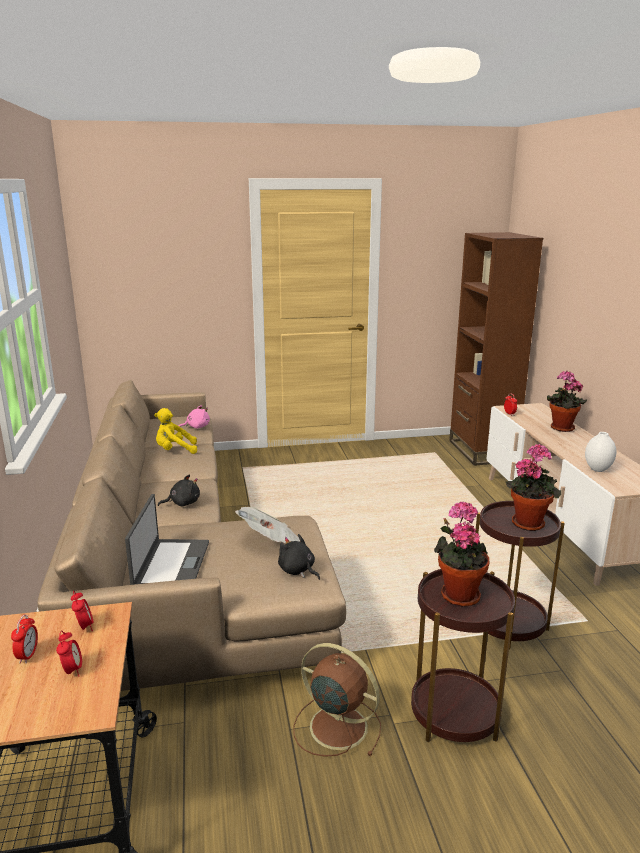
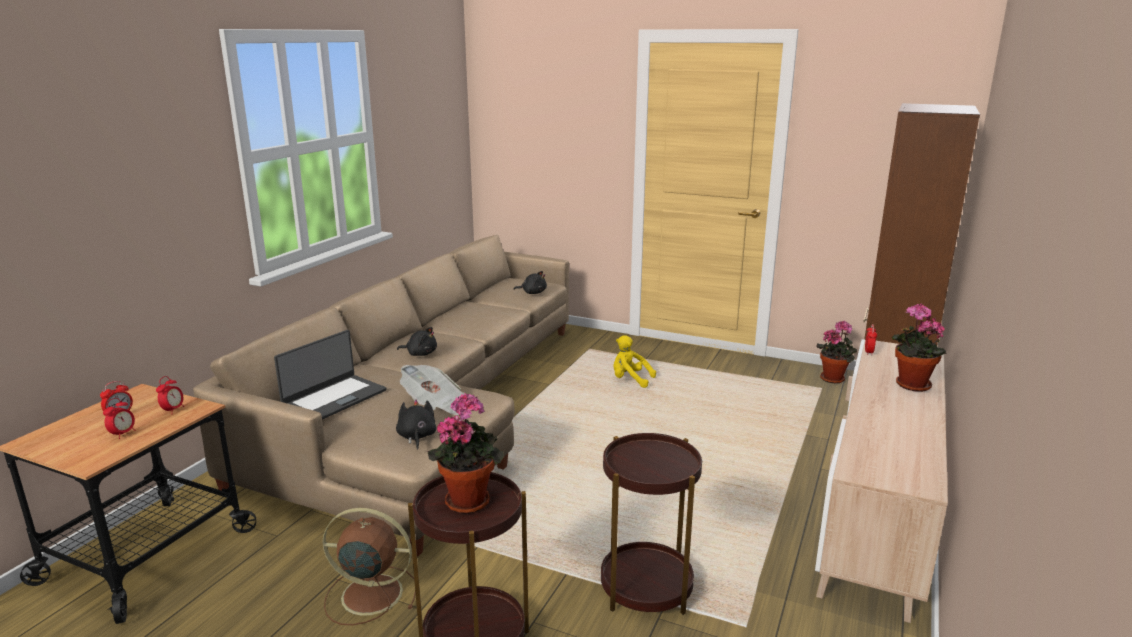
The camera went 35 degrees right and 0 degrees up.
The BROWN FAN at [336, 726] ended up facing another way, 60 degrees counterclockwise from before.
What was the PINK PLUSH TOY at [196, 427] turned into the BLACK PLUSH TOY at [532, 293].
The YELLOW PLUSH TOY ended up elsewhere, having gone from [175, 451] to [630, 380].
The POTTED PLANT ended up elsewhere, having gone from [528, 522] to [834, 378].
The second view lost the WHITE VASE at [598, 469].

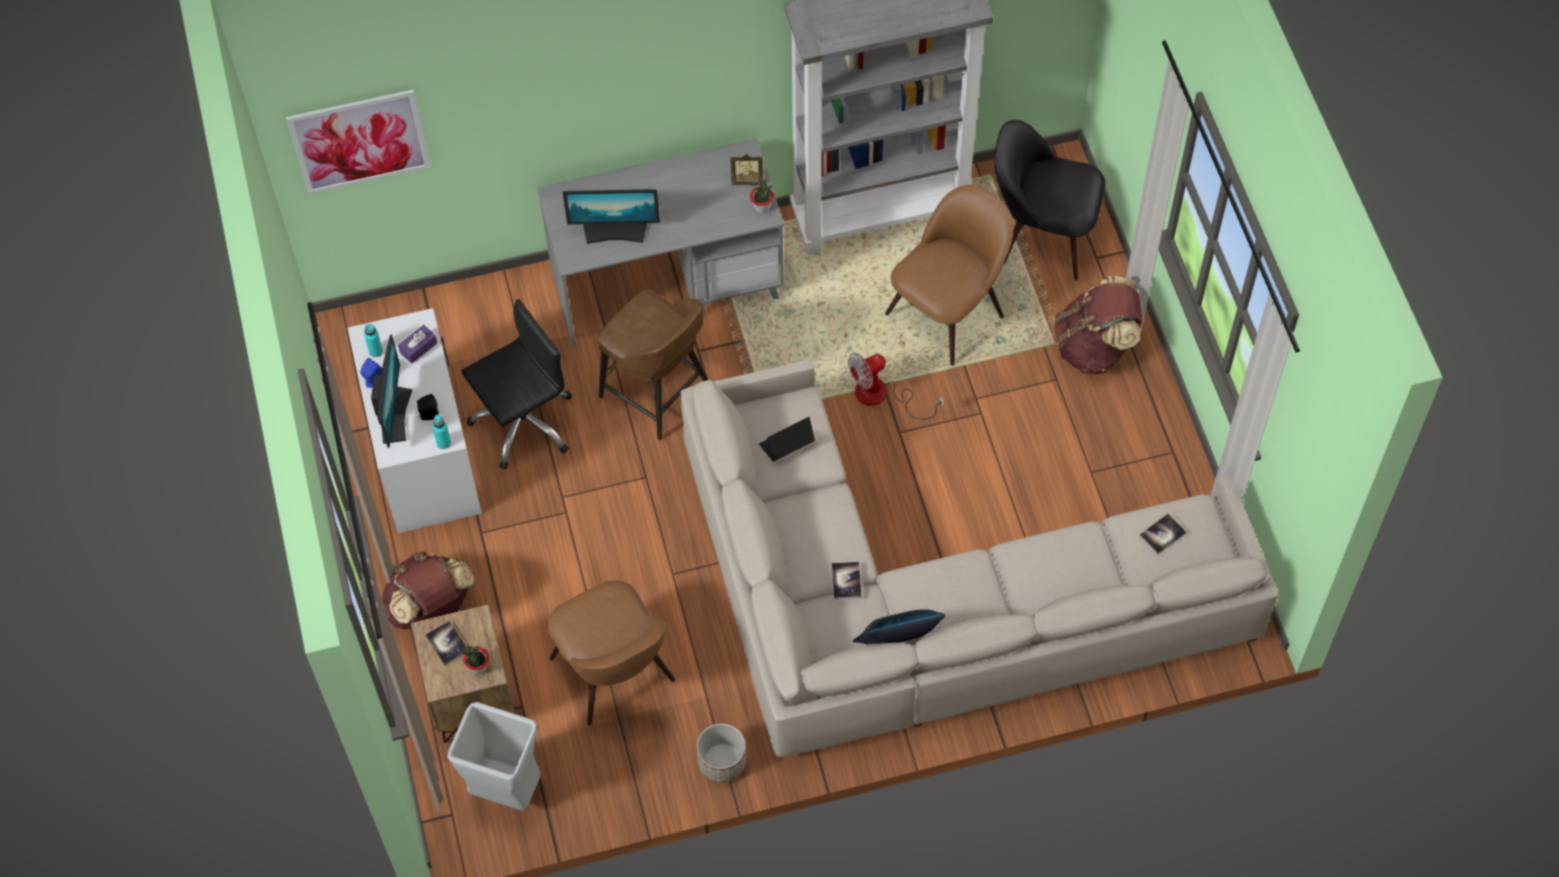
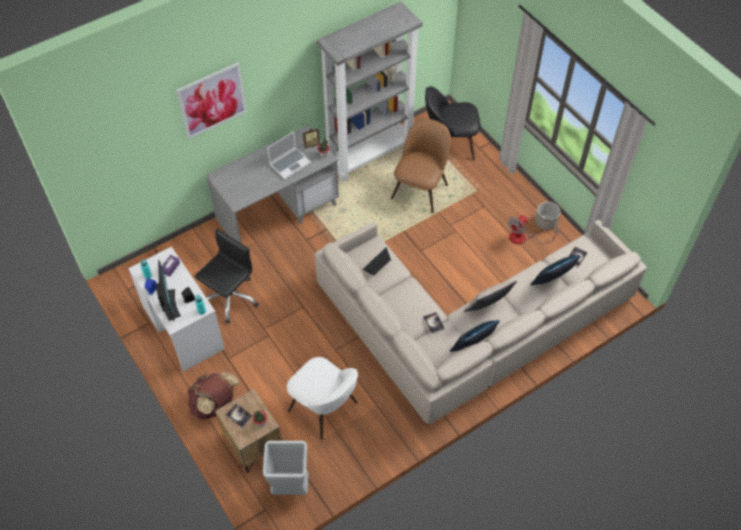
The camera went 20 degrees left and 5 degrees down.
The PICTURE ended up elsewhere, having gone from [359, 141] to [212, 100].
The second view gained the LAPTOP at [290, 163].
What was the BROWN CHAIR at [614, 674] turned into the WHITE CHAIR at [325, 409].
The second view gained the BEIGE PILLOW at [487, 307].
The FAN ended up elsewhere, having gone from [882, 396] to [523, 238].
The second view gained the BLUE PILLOW at [552, 281].
The PLANTER ended up elsewhere, having gone from [722, 762] to [545, 222].
The second view lost the MONITOR at [615, 231].
The second view lost the BROWN STOOL at [657, 394].
The second view lost the BROWN BACKPACK at [1094, 347].

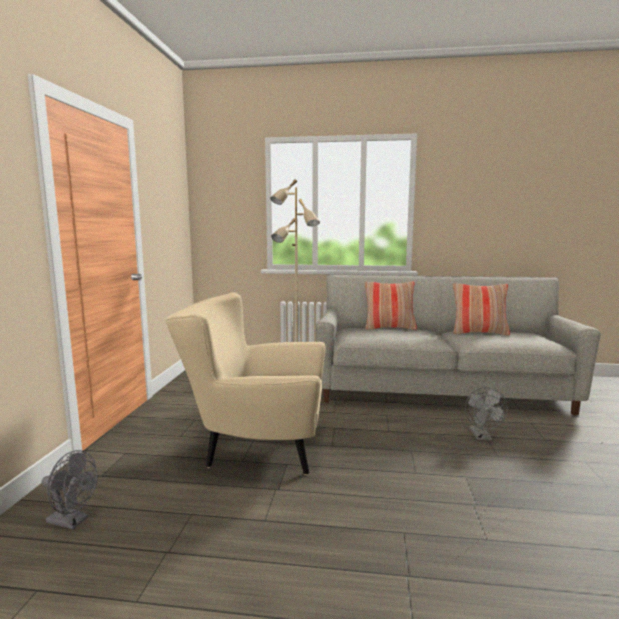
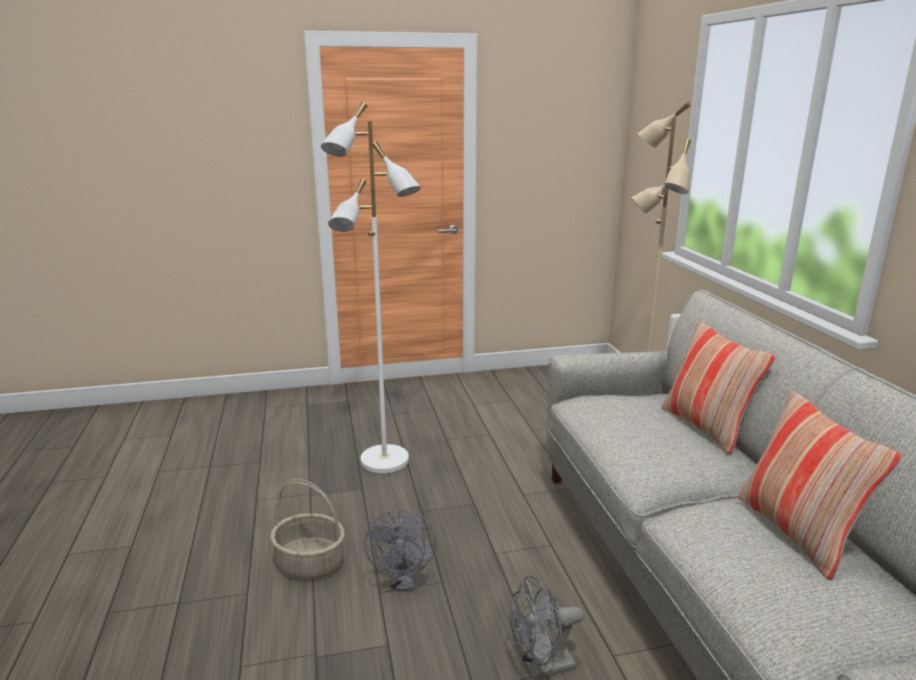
The camera went 70 degrees right and 10 degrees up.
The second view gained the BASKET at [311, 563].
Where the BEIGE ARMCHAIR stood at [254, 449], the WHITE FLOOR LAMP came to stand at [384, 461].
The GREY FAN ended up elsewhere, having gone from [73, 521] to [403, 582].

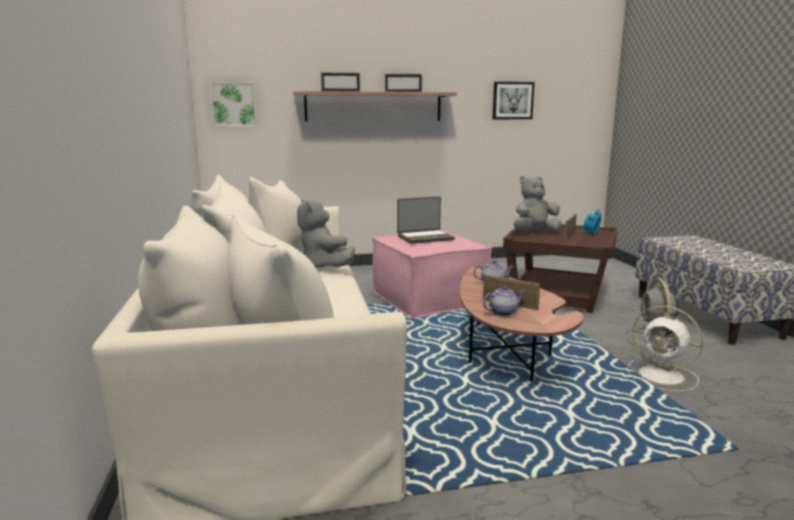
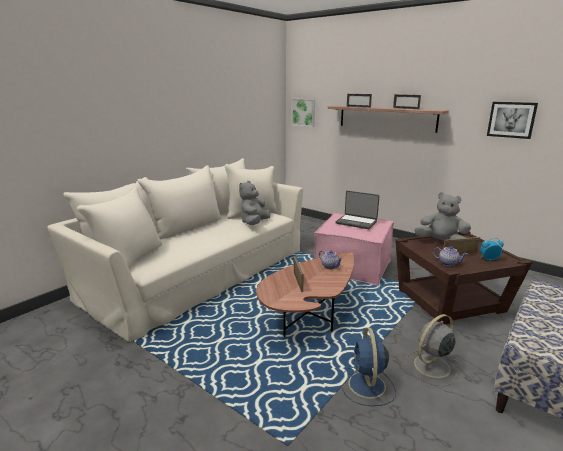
The camera went 50 degrees right and 5 degrees up.
What was the WHITE FAN at [663, 376] turned into the BLUE FAN at [367, 386].
The TEAPOT ended up elsewhere, having gone from [502, 312] to [448, 263].

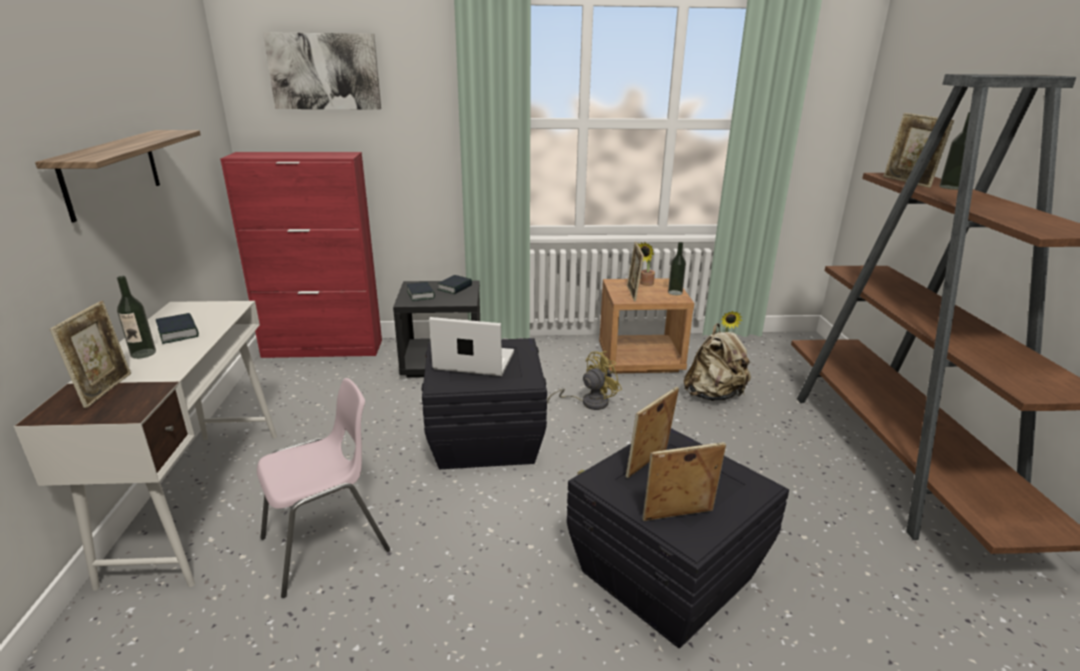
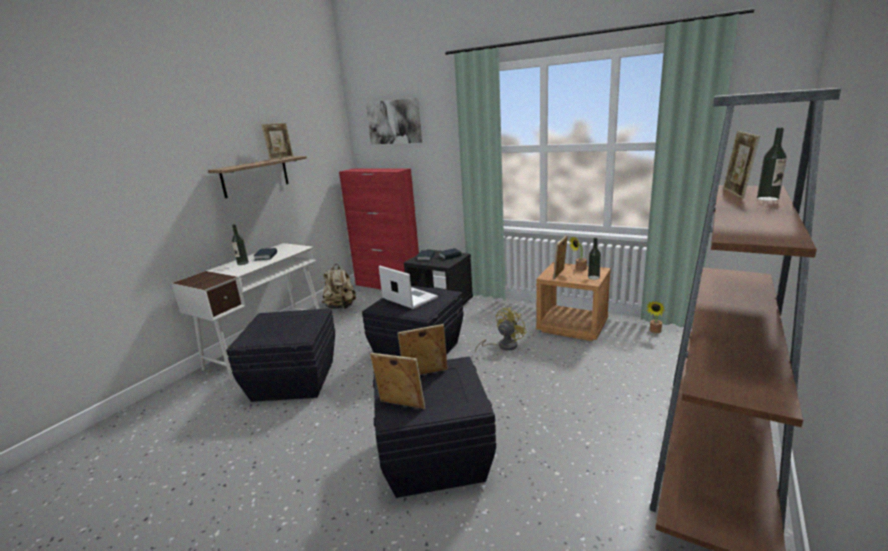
The camera went 35 degrees right and 5 degrees down.
Where the PINK CHAIR stood at [327, 545], the BLACK STORAGE BOX came to stand at [293, 381].
The PICTURE FRAME ended up elsewhere, having gone from [106, 390] to [281, 158].
The BEIGE BACKPACK ended up elsewhere, having gone from [714, 395] to [341, 307].
The YELLOW FAN at [589, 402] ended up facing another way, 45 degrees counterclockwise from before.

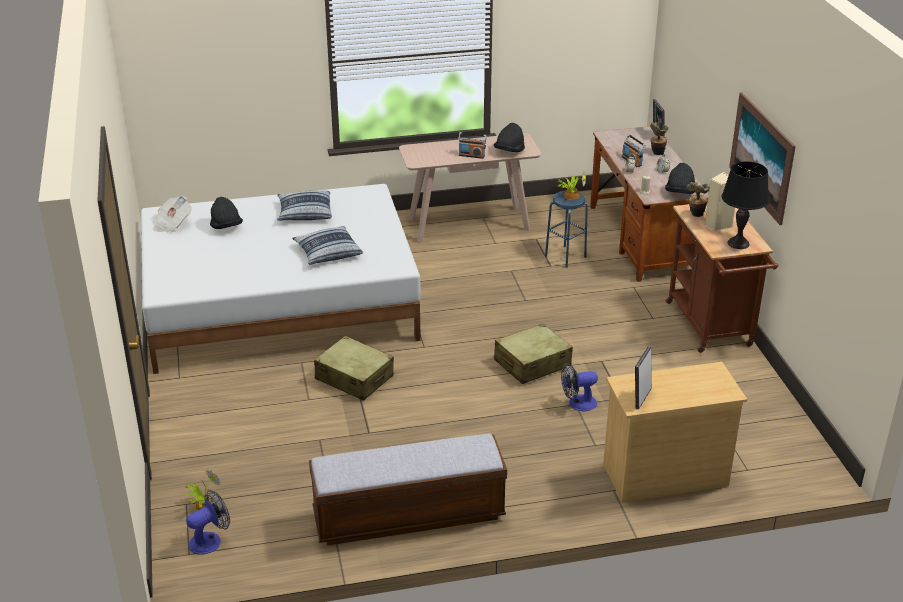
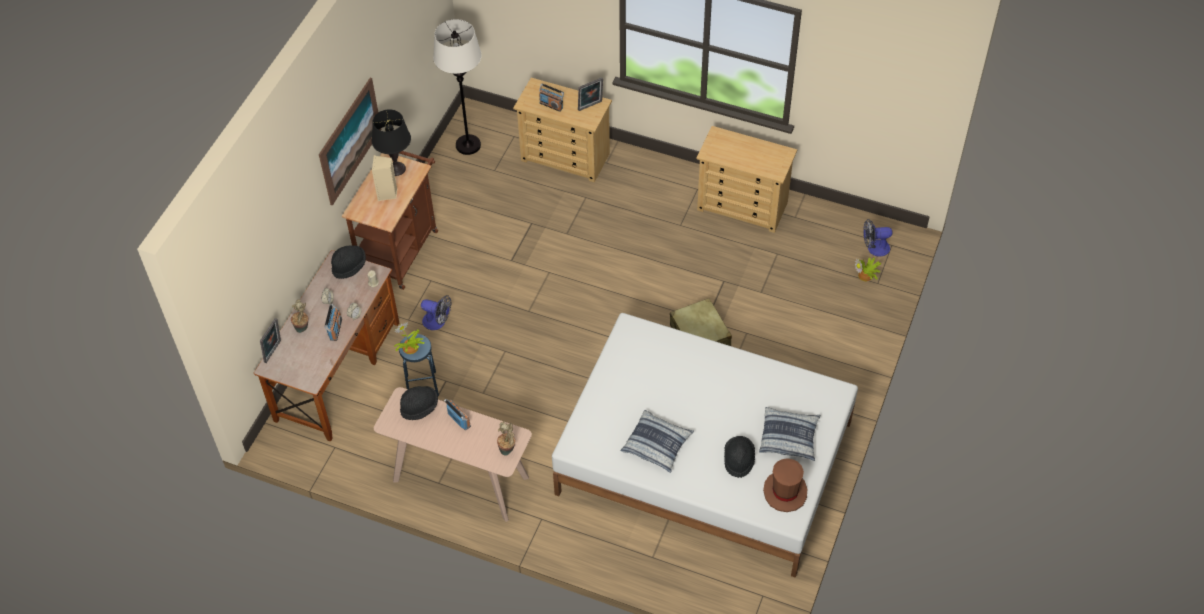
The camera went 145 degrees left and 20 degrees up.
The FAN ended up elsewhere, having gone from [577, 404] to [438, 322].
The second view gained the WHITE FLOOR LAMP at [468, 145].
The POTTED PLANT ended up elsewhere, having gone from [695, 215] to [508, 450].
The second view gained the RADIO at [551, 105].
Where the BENCH stood at [408, 515], the BEIGE DRESSER came to stand at [742, 206].
The PILLOW ended up elsewhere, having gone from [327, 252] to [789, 438].
Where the NEWSPAPER stood at [172, 224], the BROWN HAT came to stand at [785, 492].
The second view lost the BEIGE SUITCASE at [532, 364].

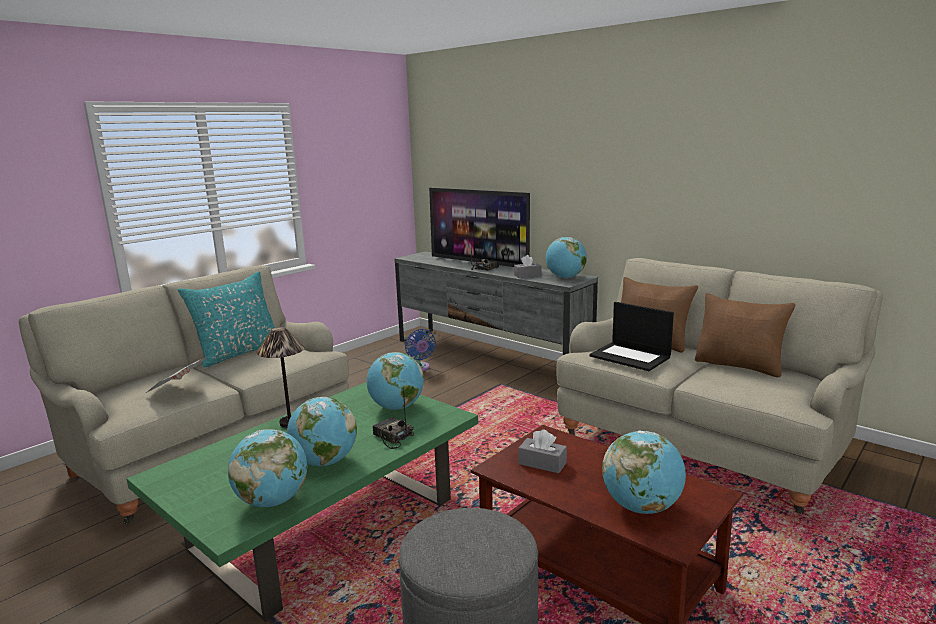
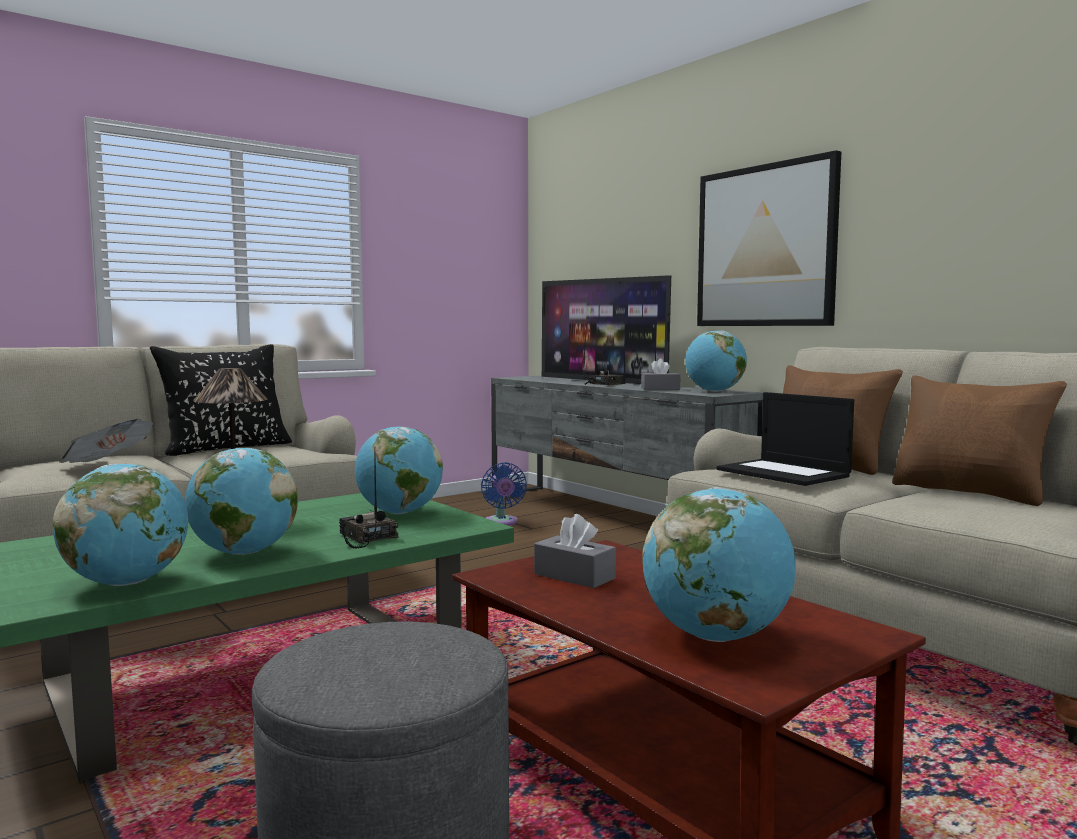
The camera went 10 degrees right and 10 degrees down.
What was the TURQUOISE PILLOW at [238, 352] turned into the BLACK PILLOW at [226, 448].
The second view gained the PICTURE at [765, 246].

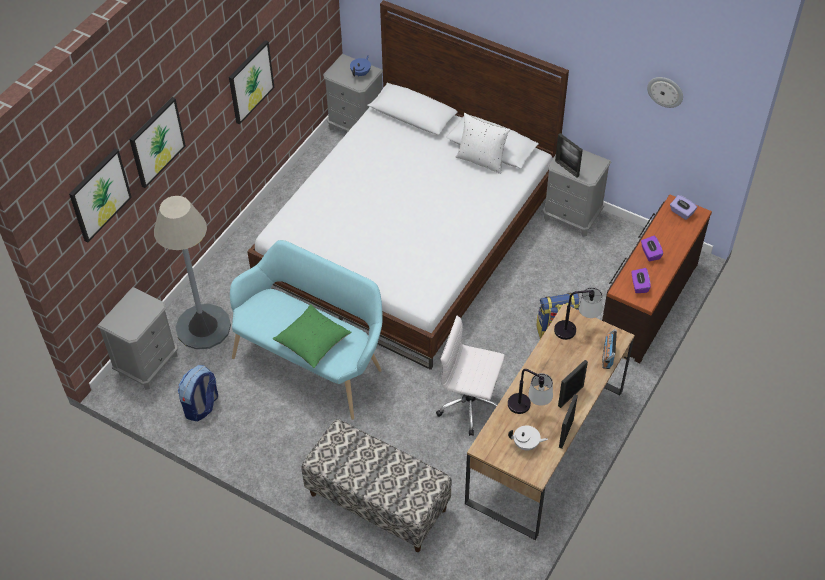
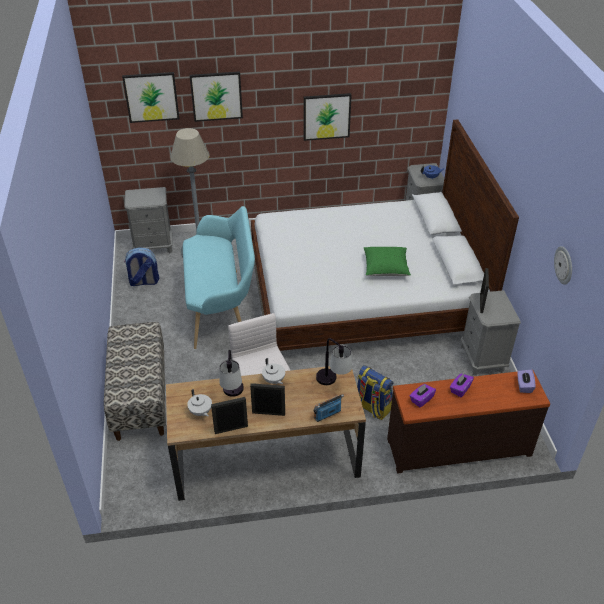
The camera went 50 degrees right and 10 degrees down.
The second view gained the WHITE TEAPOT at [273, 380].
The GREEN PILLOW ended up elsewhere, having gone from [313, 342] to [385, 268].
The second view lost the WHITE PILLOW at [481, 160].

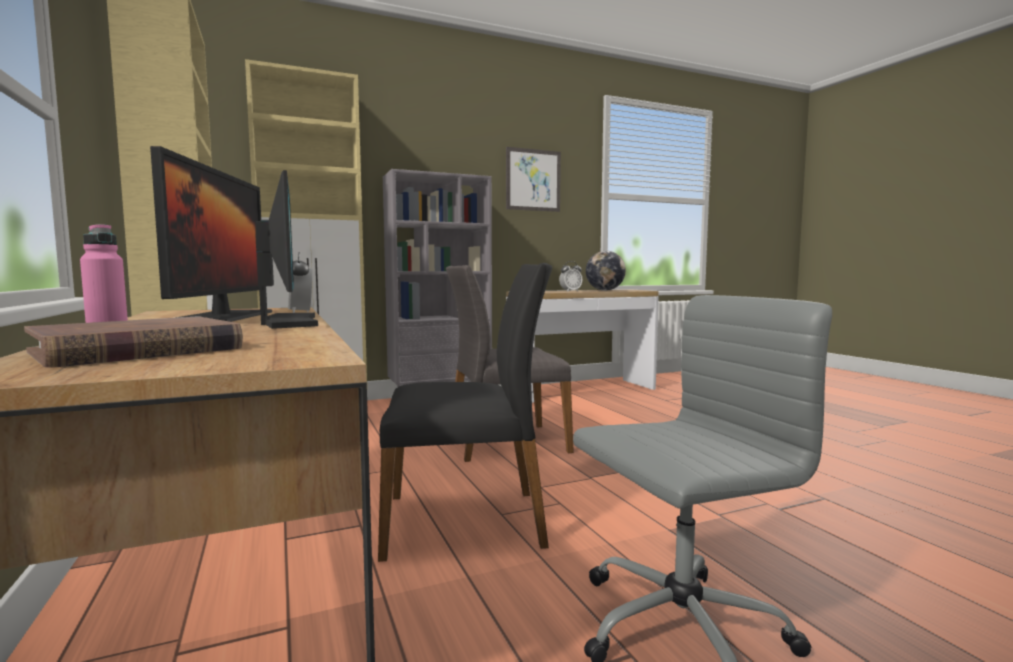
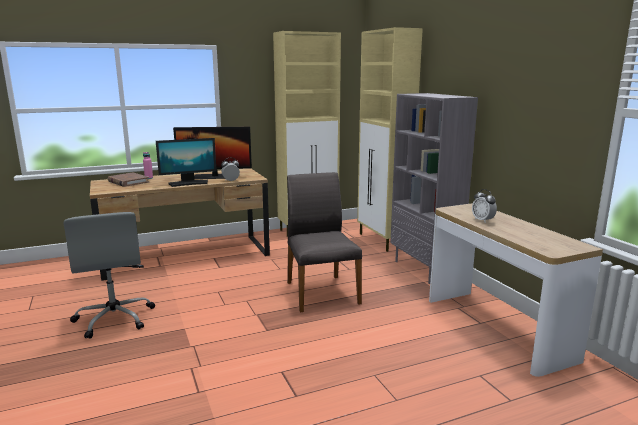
The camera went 90 degrees right and 10 degrees up.
The second view lost the BLACK CHAIR at [466, 521].
The second view lost the PICTURE at [533, 180].
The second view lost the GLOBE at [605, 290].

